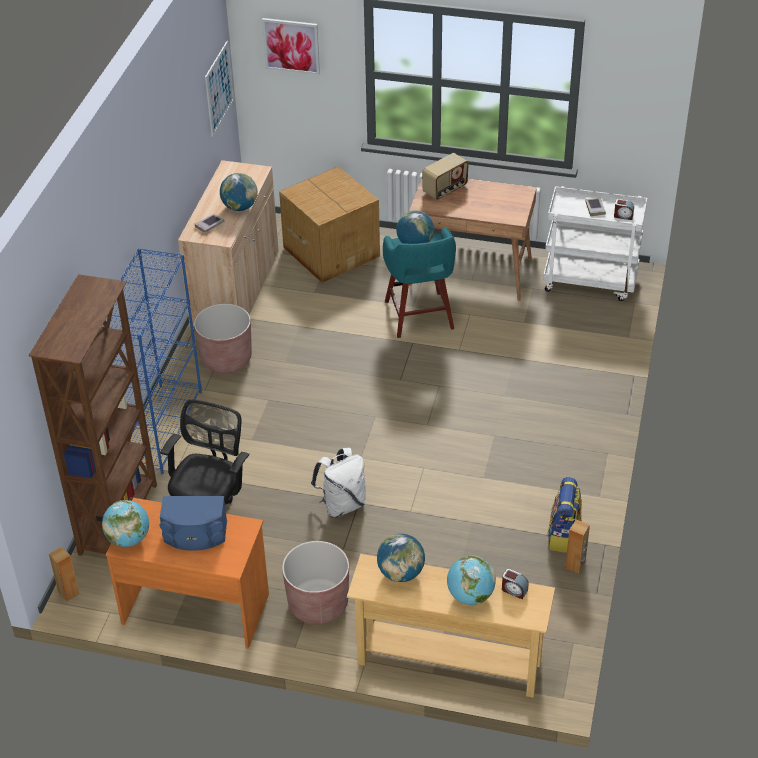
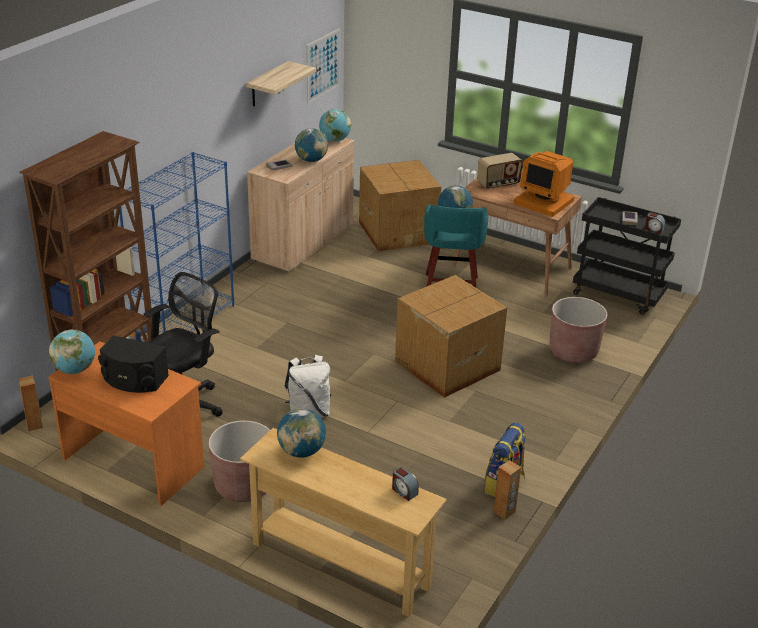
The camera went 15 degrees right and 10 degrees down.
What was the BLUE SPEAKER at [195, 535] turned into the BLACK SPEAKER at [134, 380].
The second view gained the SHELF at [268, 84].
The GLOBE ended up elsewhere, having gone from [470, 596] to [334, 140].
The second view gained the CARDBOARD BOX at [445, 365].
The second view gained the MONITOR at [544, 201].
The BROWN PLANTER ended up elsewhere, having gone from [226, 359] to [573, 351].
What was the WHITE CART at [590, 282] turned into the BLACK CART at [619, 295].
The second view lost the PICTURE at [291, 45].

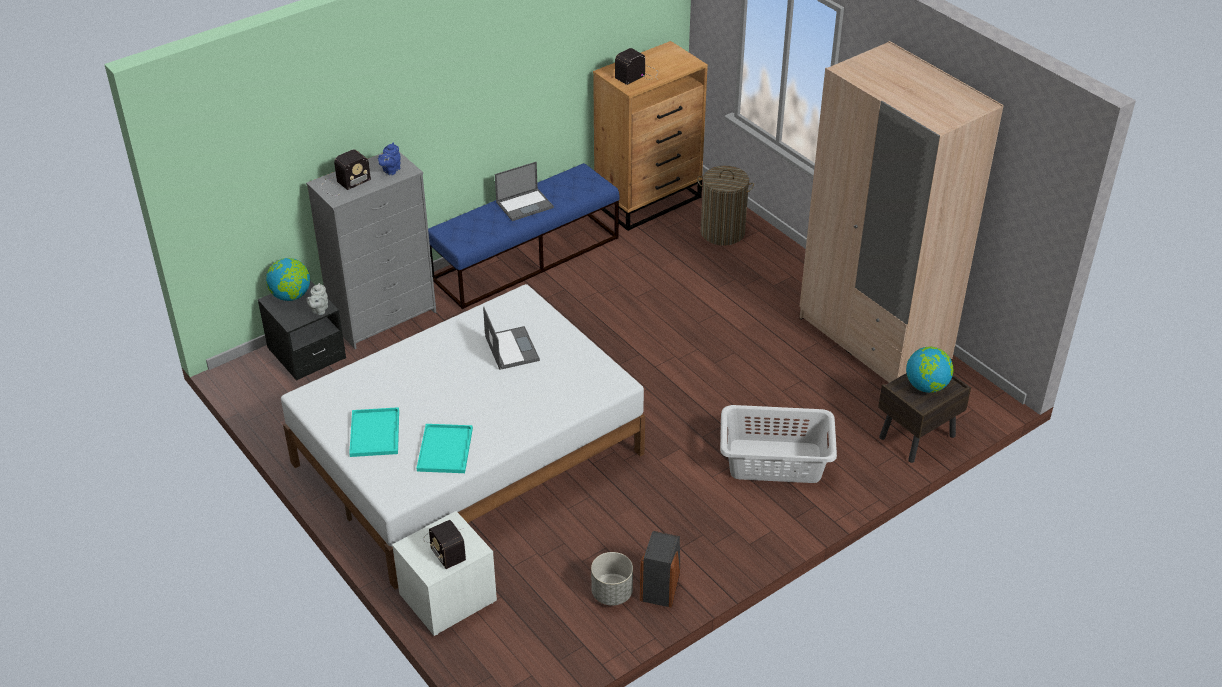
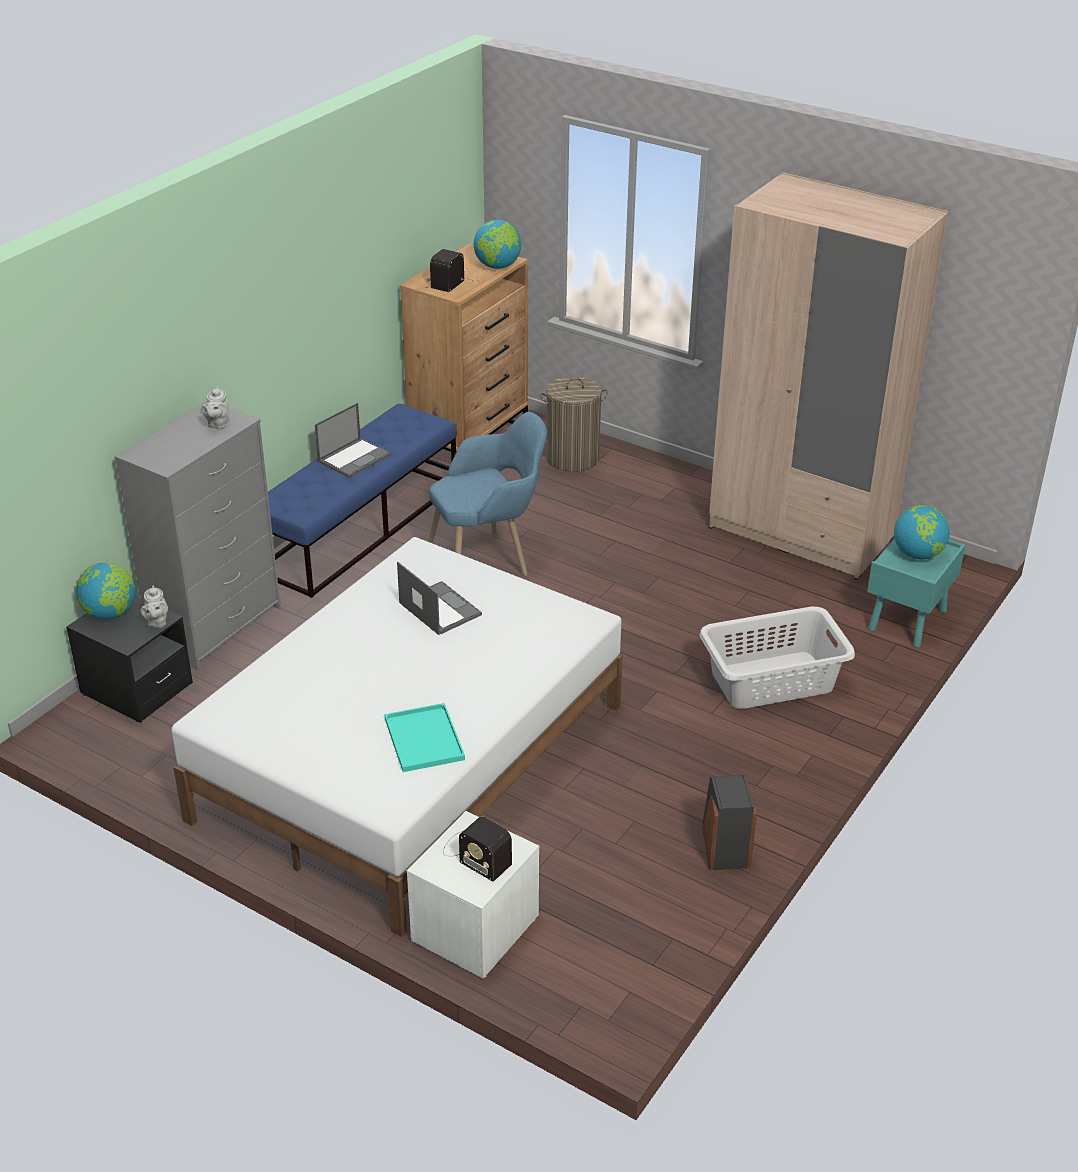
The camera went 20 degrees left and 5 degrees down.
What was the BLUE TEAPOT at [390, 170] turned into the GREY TEAPOT at [218, 424].
The second view gained the BLUE ARMCHAIR at [489, 561].
The second view gained the GLOBE at [497, 266].
What was the BROWN NIGHTSTAND at [916, 438] turned into the TURQUOISE NIGHTSTAND at [907, 621].
The second view lost the RADIO at [343, 183].
The second view lost the TURQUOISE TRAY at [375, 434].
The second view lost the GREY PLANTER at [612, 593].

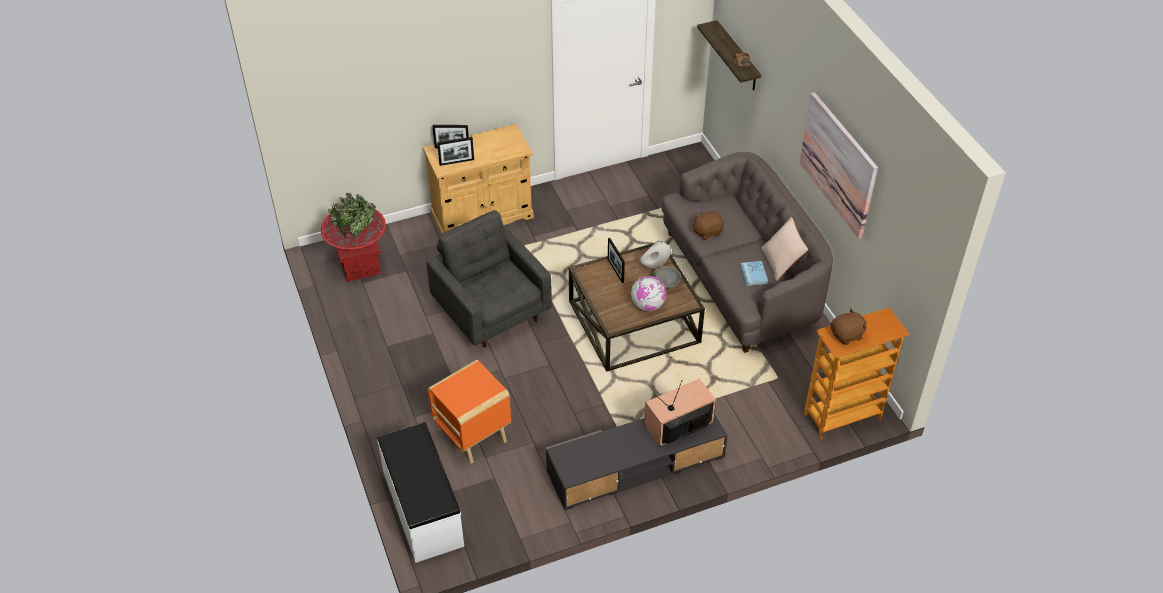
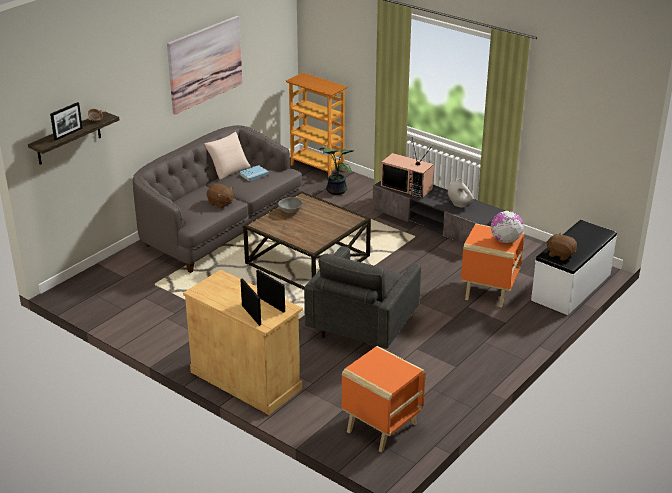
The camera went 120 degrees left and 15 degrees down.
The PICTURE FRAME ended up elsewhere, having gone from [615, 270] to [68, 134].
The second view gained the POTTED PLANT at [335, 191].
Where the RED PLANTER stood at [360, 266], the ORANGE SIDE TABLE came to stand at [381, 428].
The WHITE VASE ended up elsewhere, having gone from [654, 266] to [459, 205].
The GLOBE ended up elsewhere, having gone from [648, 305] to [505, 240].
The BROWN PLUSH TOY ended up elsewhere, having gone from [847, 335] to [560, 254].

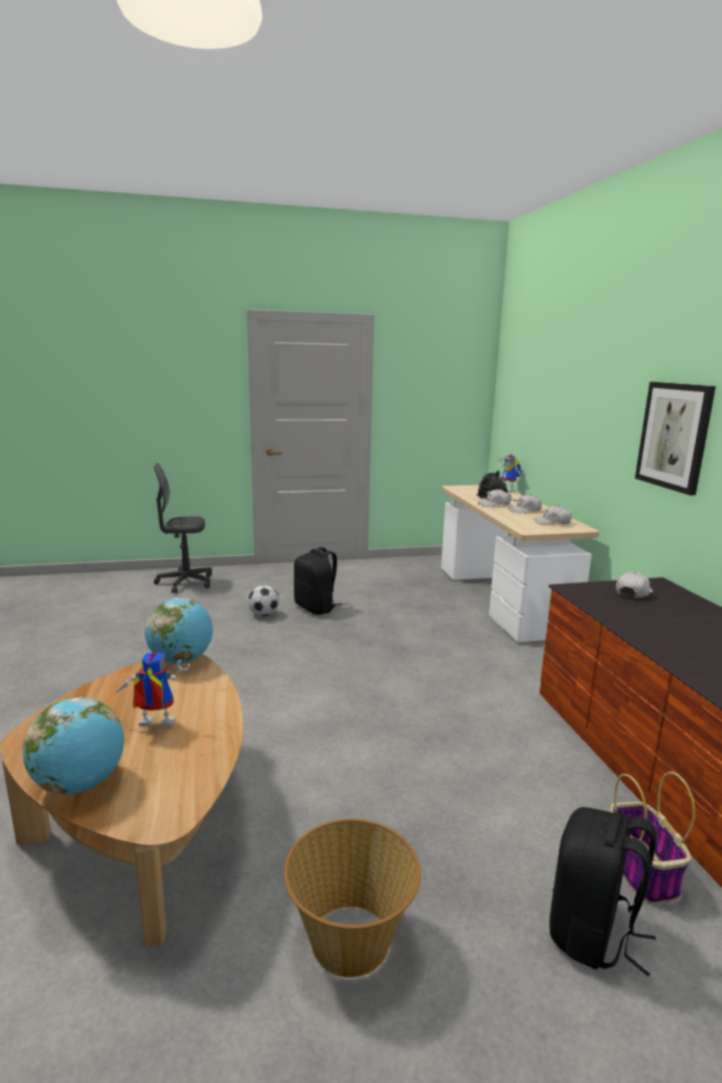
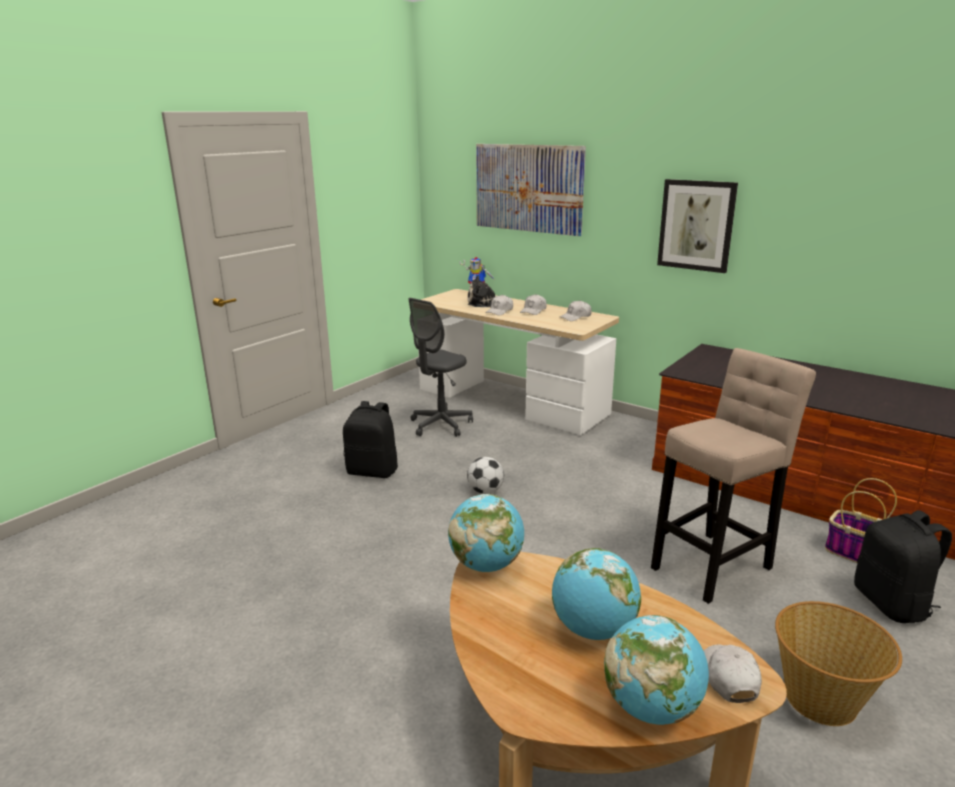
The camera went 40 degrees left and 5 degrees up.
The GREY OFFICE CHAIR ended up elsewhere, having gone from [185, 583] to [440, 425].
The FOOTBALL ended up elsewhere, having gone from [264, 614] to [486, 491].
The second view gained the PICTURE at [528, 188].
Where the TOY ROBOT stood at [152, 726], the GLOBE came to stand at [593, 629].
The second view gained the BEIGE STOOL at [715, 565].
The WHITE CAP ended up elsewhere, having gone from [633, 592] to [729, 677].

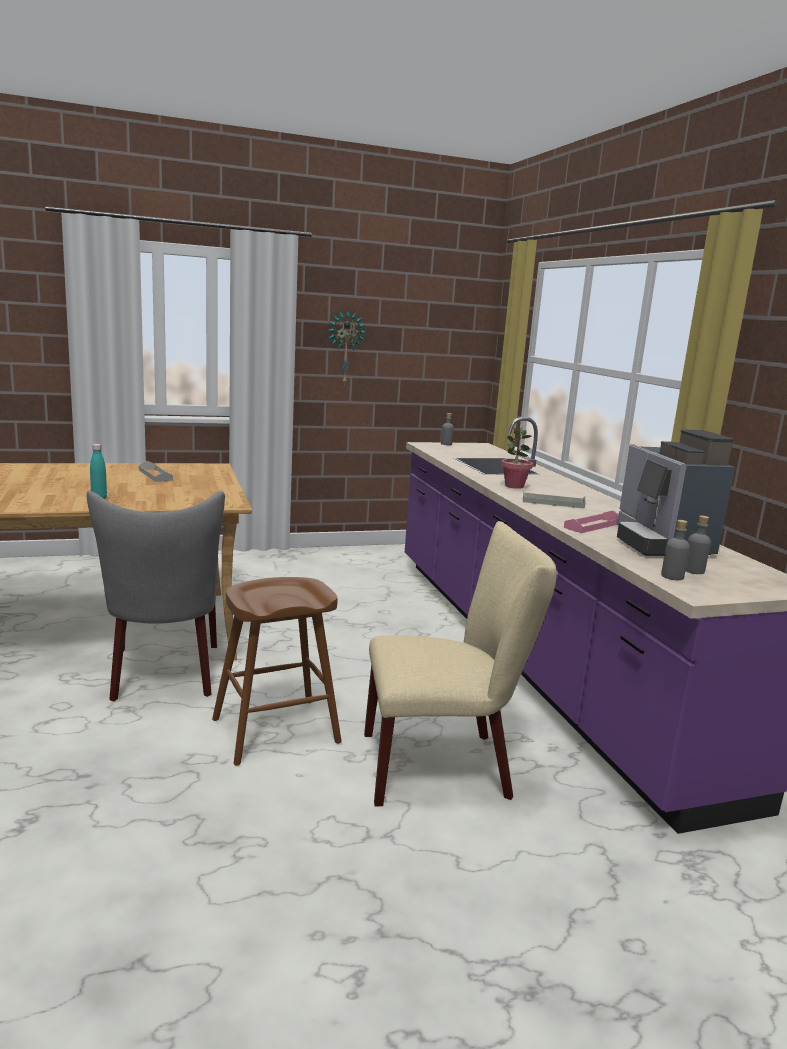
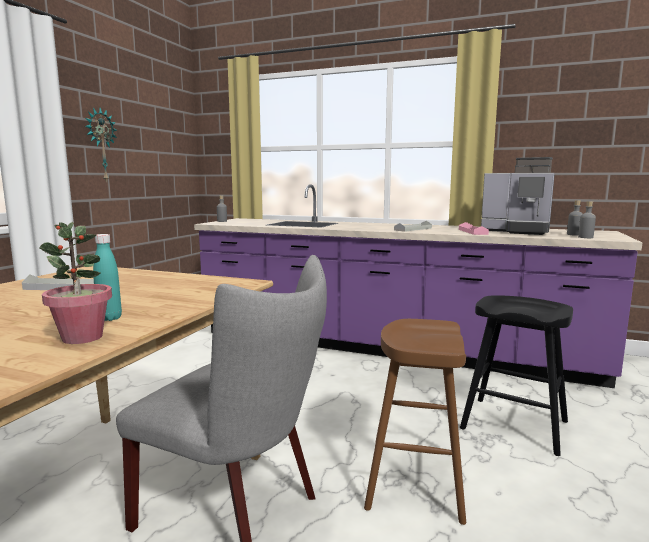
The camera went 50 degrees left and 5 degrees down.
The POTTED PLANT ended up elsewhere, having gone from [514, 486] to [82, 338].
Where the BEIGE CHAIR stood at [445, 765], the BLACK STOOL came to stand at [514, 425].

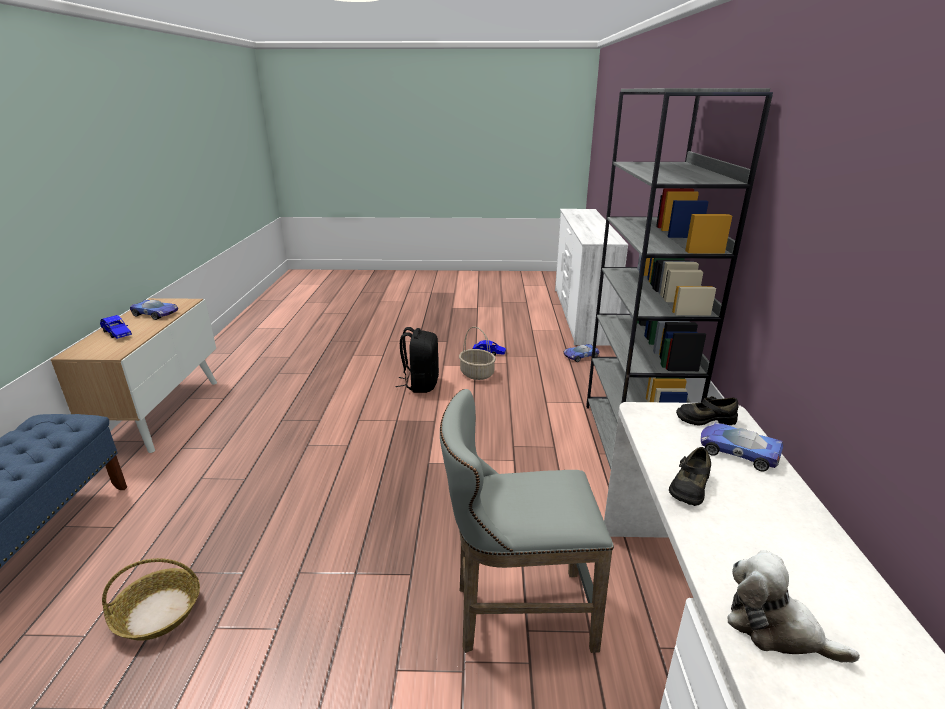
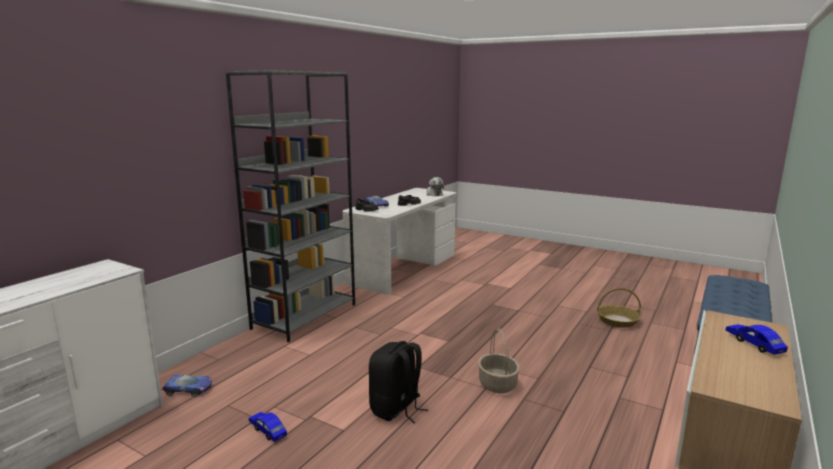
The camera went 150 degrees left and 10 degrees down.
The BASKET ended up elsewhere, having gone from [476, 374] to [498, 384].
The second view lost the TOY CAR at [156, 313].
The second view lost the GREY STOOL at [516, 613].

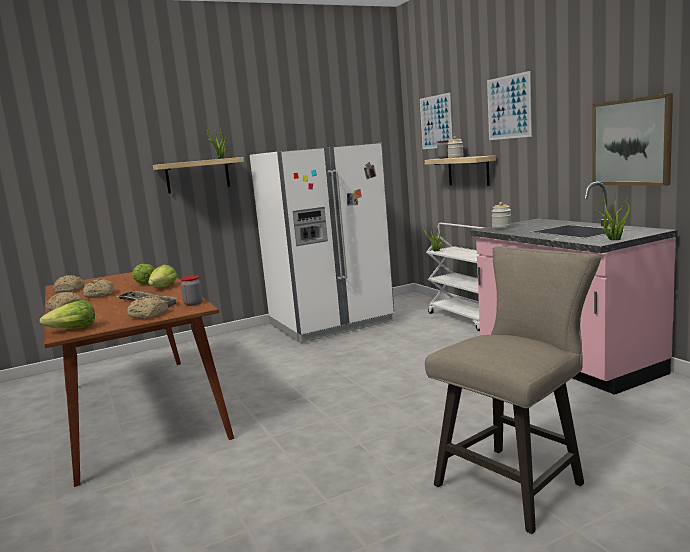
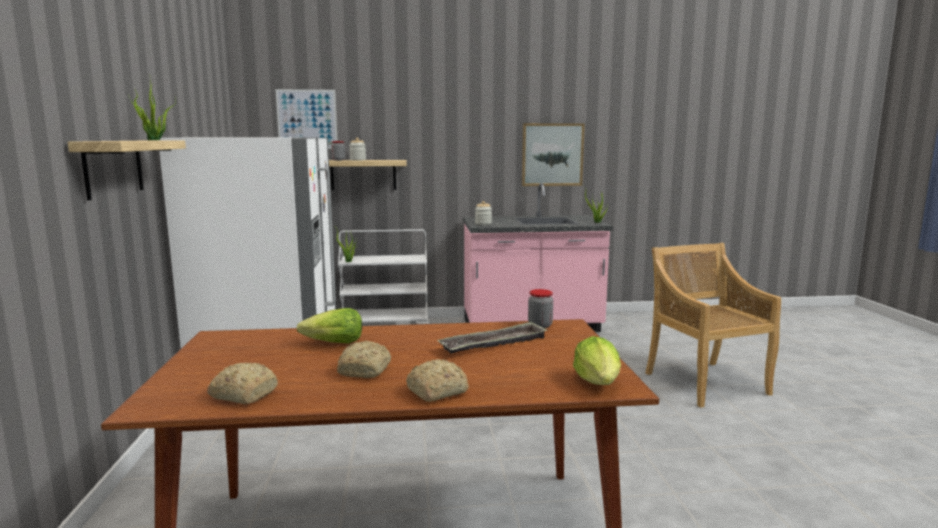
The camera went 70 degrees left and 0 degrees up.
Where the BEIGE STOOL stood at [516, 481], the BEIGE CHAIR came to stand at [704, 383].
The second view lost the BREAD at [149, 315].
The second view lost the LETTUCE at [164, 287].
The second view lost the PICTURE at [509, 107].

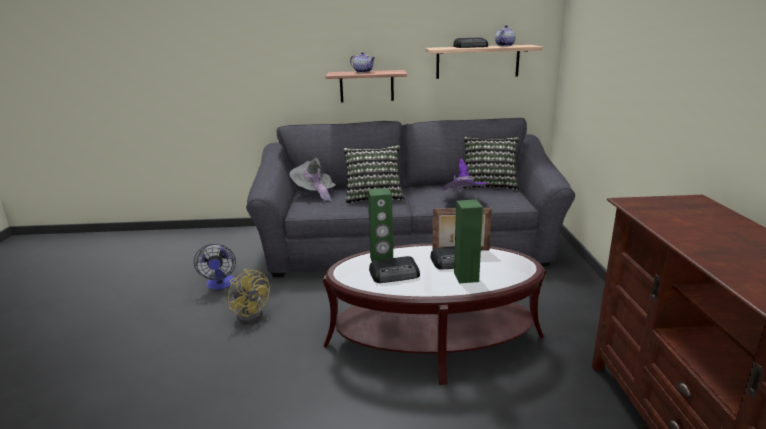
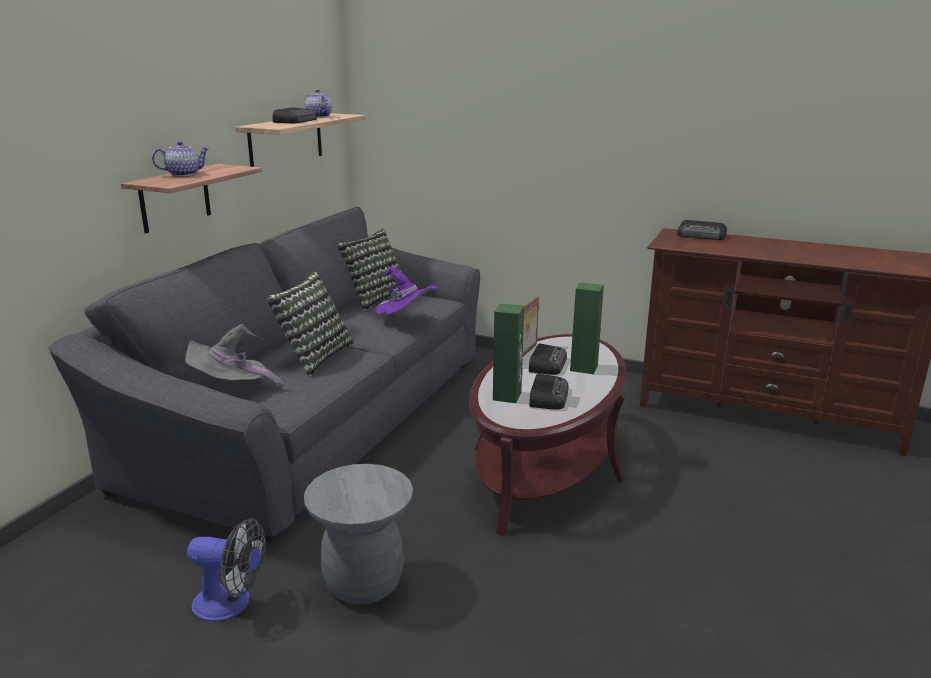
The camera went 65 degrees left and 0 degrees up.
Where the YELLOW FAN stood at [251, 313], the GREY STOOL came to stand at [364, 582].
The second view gained the RADIO at [702, 235].

